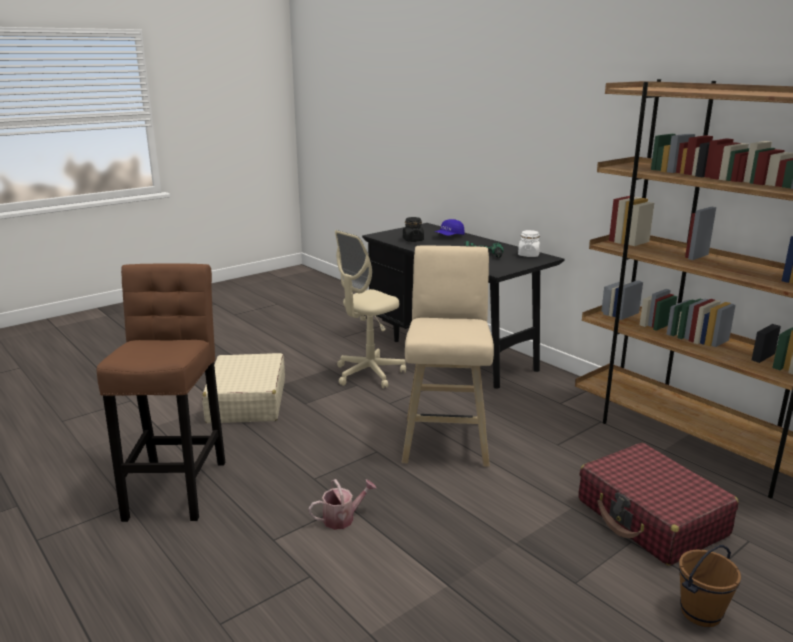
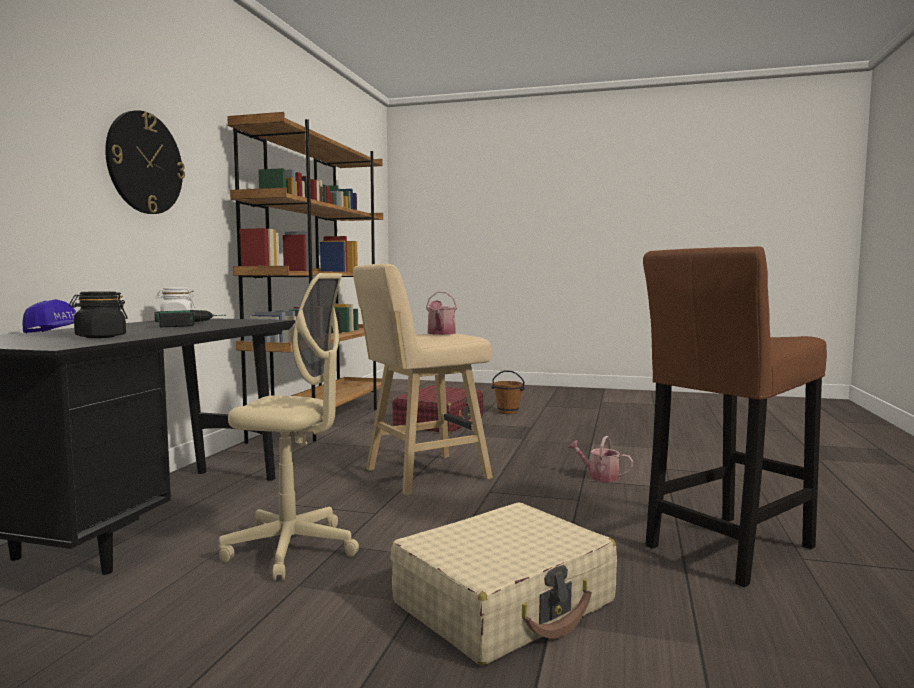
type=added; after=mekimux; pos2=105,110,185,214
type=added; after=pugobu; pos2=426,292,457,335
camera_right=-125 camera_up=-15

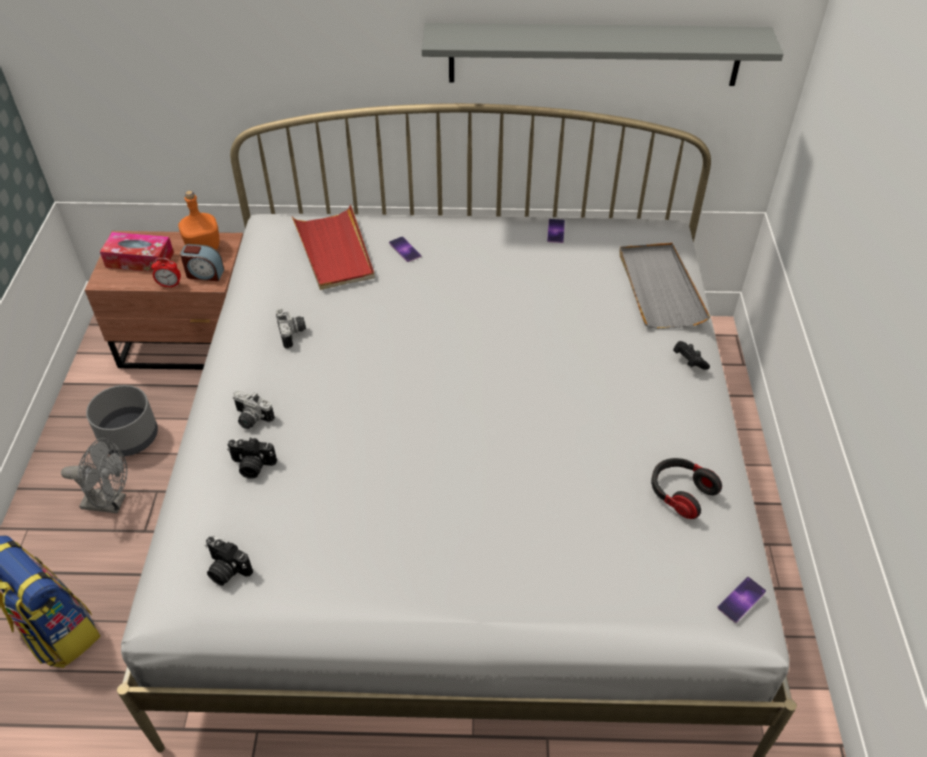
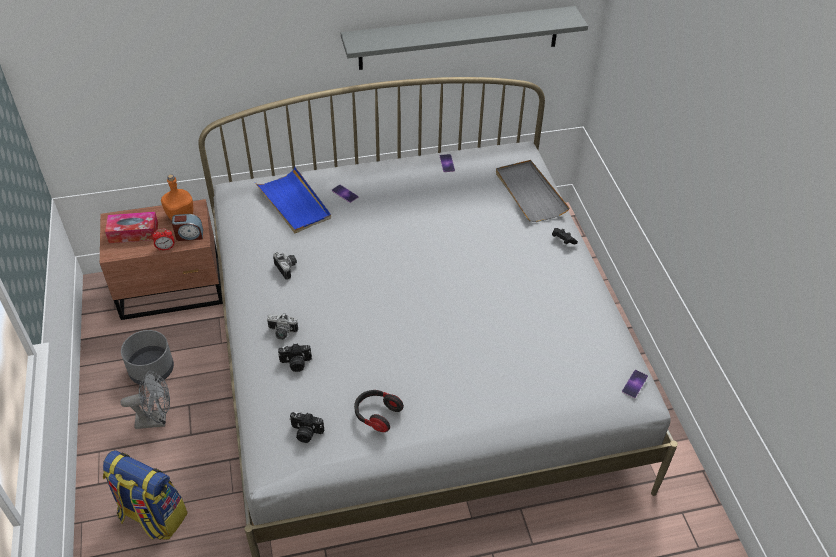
type=recoloured; before=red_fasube; after=blue_fasube; pos1=292,205,375,290; pos2=255,167,331,233
type=moved; before=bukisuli; pos1=651,458,722,519; pos2=354,390,404,432
camera_right=-15 camera_up=0

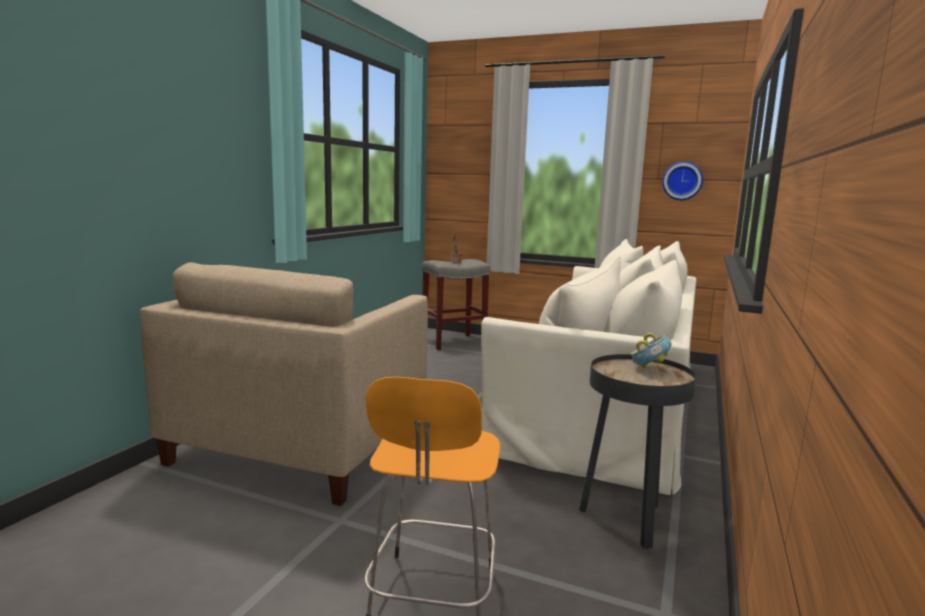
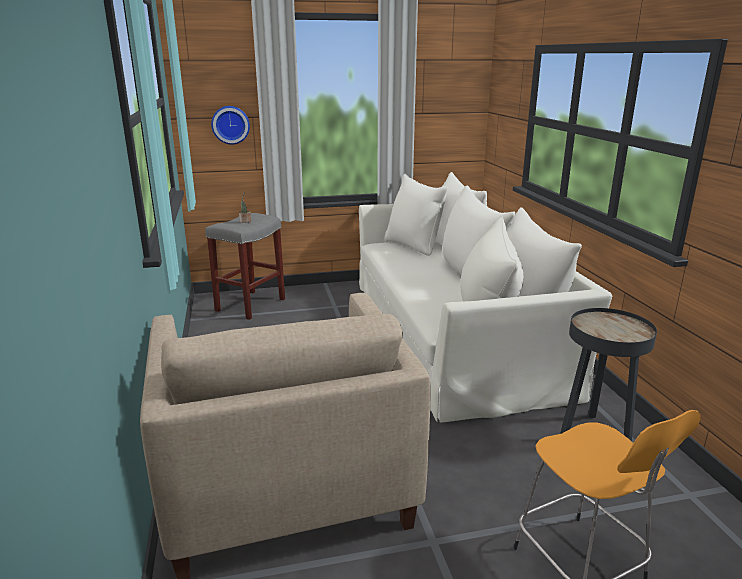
type=removed; before=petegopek; pos1=631,333,672,368
type=moved; before=mekimux; pos1=662,161,703,200; pos2=211,106,250,145
camera_right=-35 camera_up=10

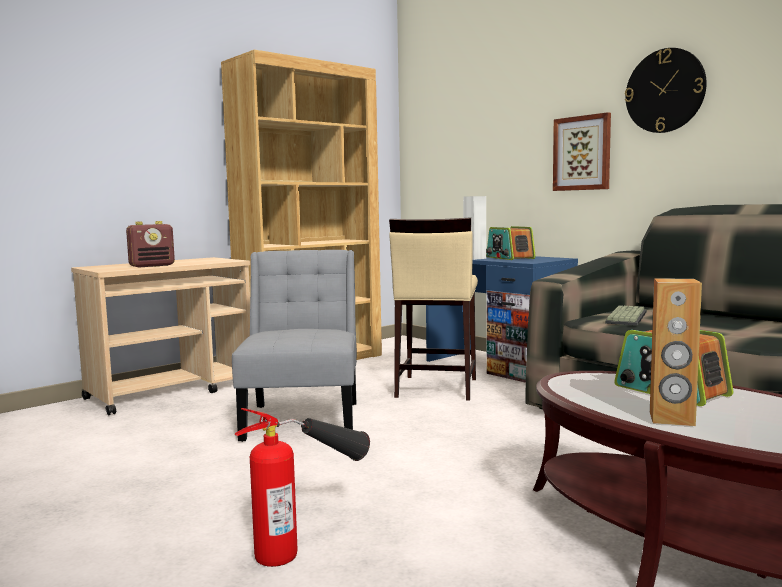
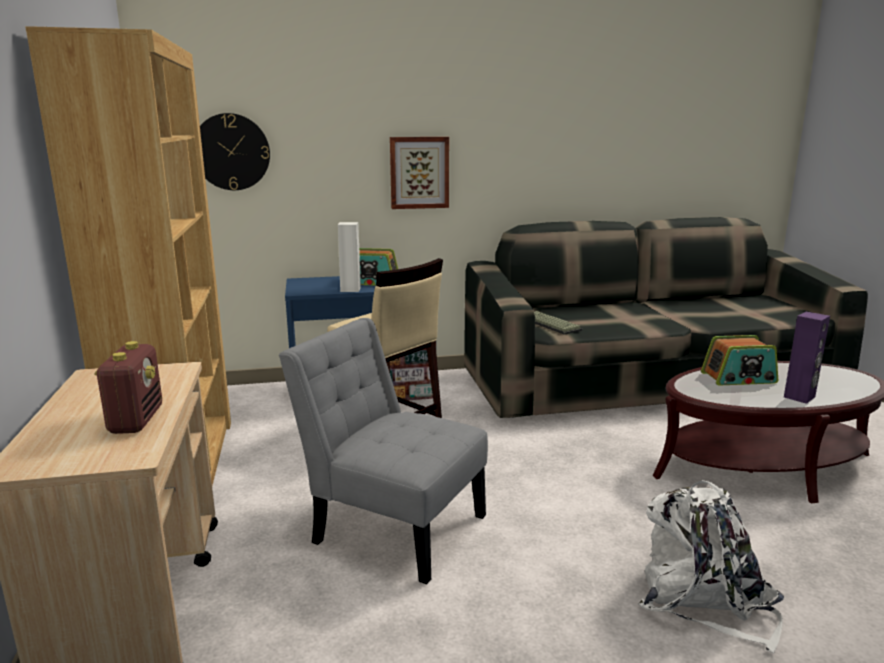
type=replaced; before=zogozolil; after=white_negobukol; pos1=235,408,370,567; pos2=638,480,784,653
type=moved; before=mekimux; pos1=625,48,707,133; pos2=200,113,270,190
type=recoloured; before=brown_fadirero; after=purple_fadirero; pos1=650,278,702,426; pos2=784,312,830,404
camera_right=-60 camera_up=10

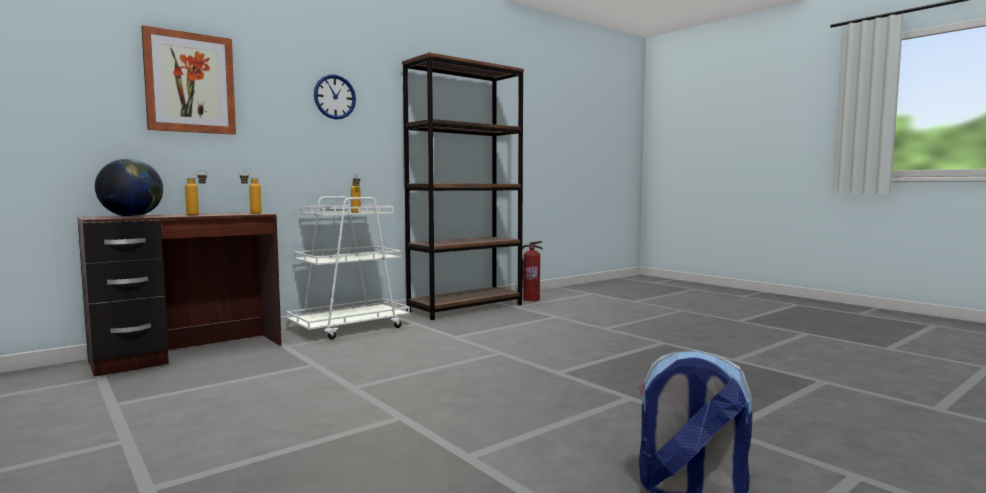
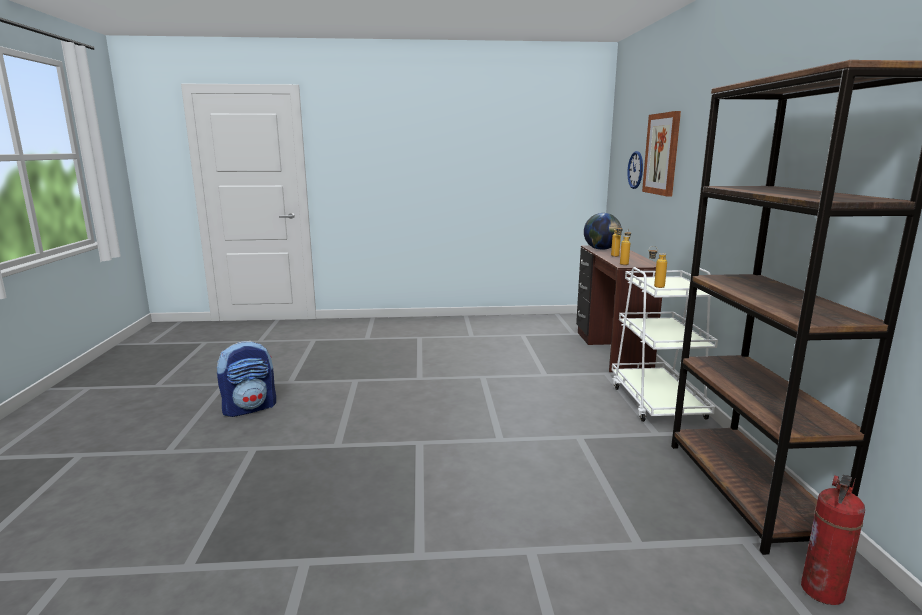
type=moved; before=mekimux; pos1=314,75,356,119; pos2=627,151,643,189
camera_right=125 camera_up=10

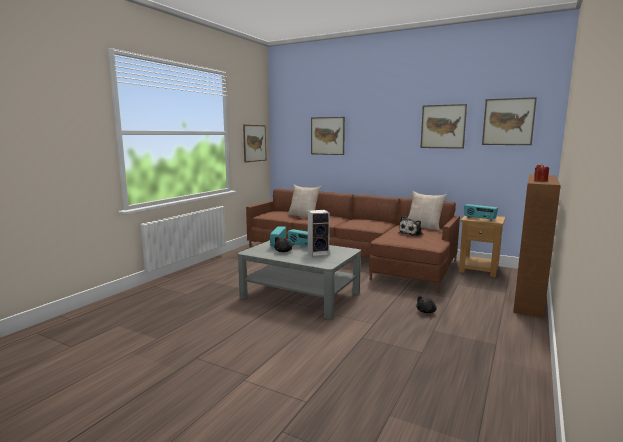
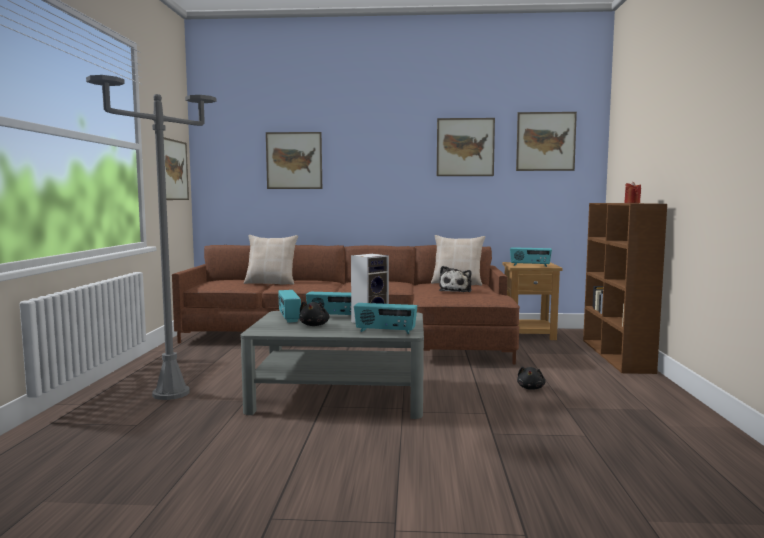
type=added; after=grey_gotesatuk; pos2=86,75,216,400
type=added; after=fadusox; pos2=354,303,417,334
camera_right=-25 camera_up=-5

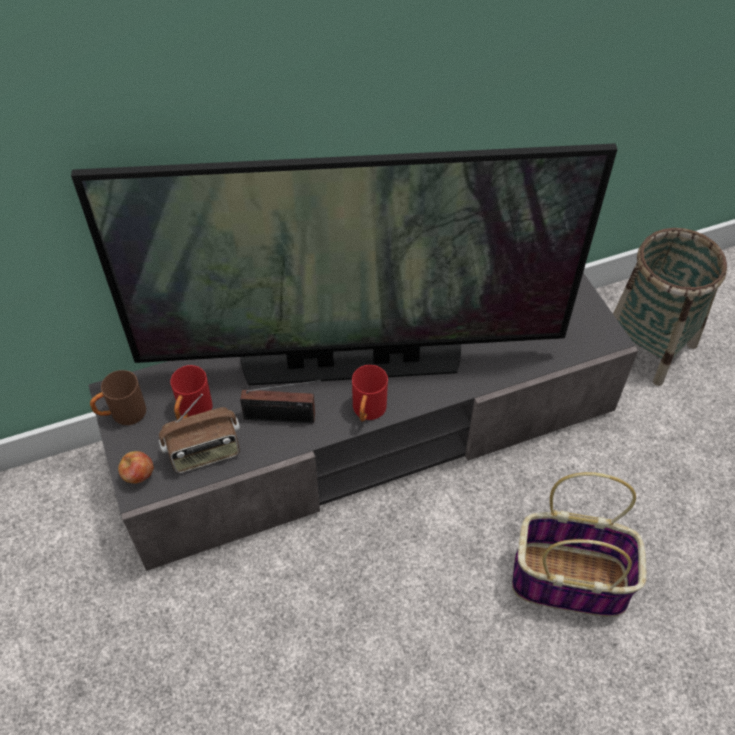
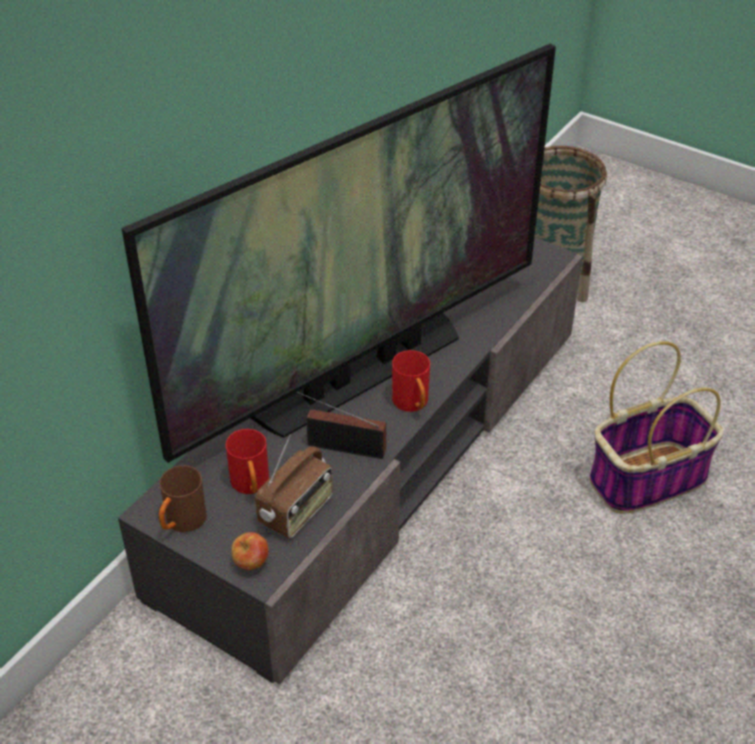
type=turned; before=fadusox; pos1=240,380,321,424; pos2=297,392,386,459; turn=-135
camera_right=-35 camera_up=-10

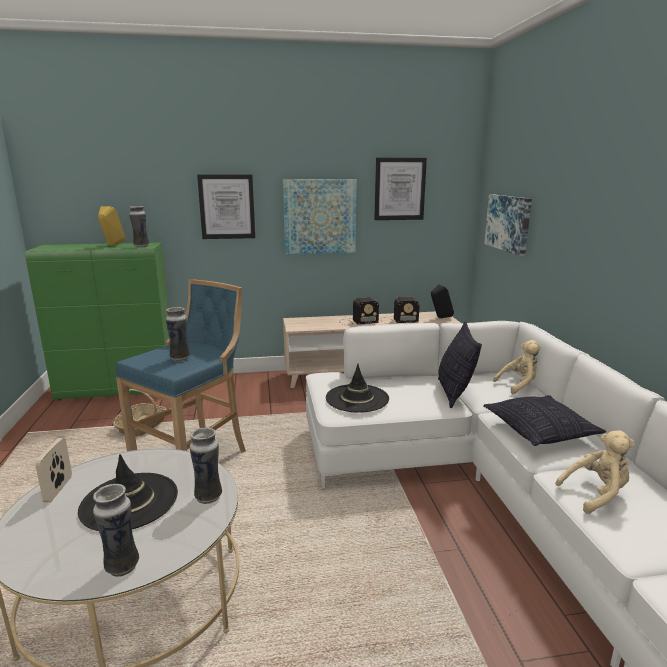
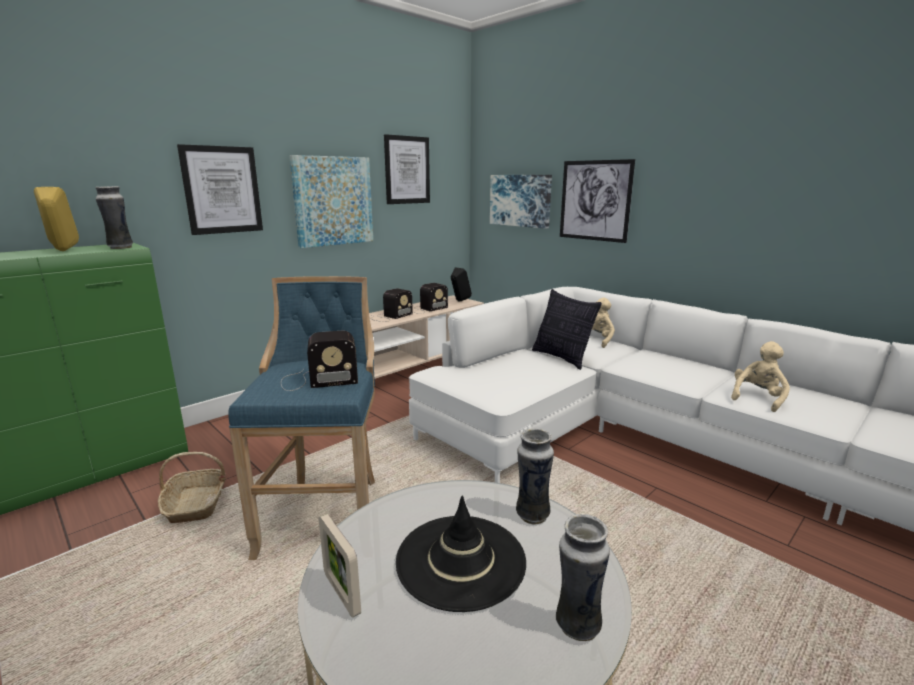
type=replaced; before=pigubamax; after=fadusox; pos1=166,307,190,362; pos2=281,331,358,391
type=removed; before=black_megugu; pos1=326,364,389,413
type=removed; before=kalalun; pos1=483,395,606,446
type=added; after=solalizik; pos2=560,159,635,243
camera_right=-35 camera_up=0

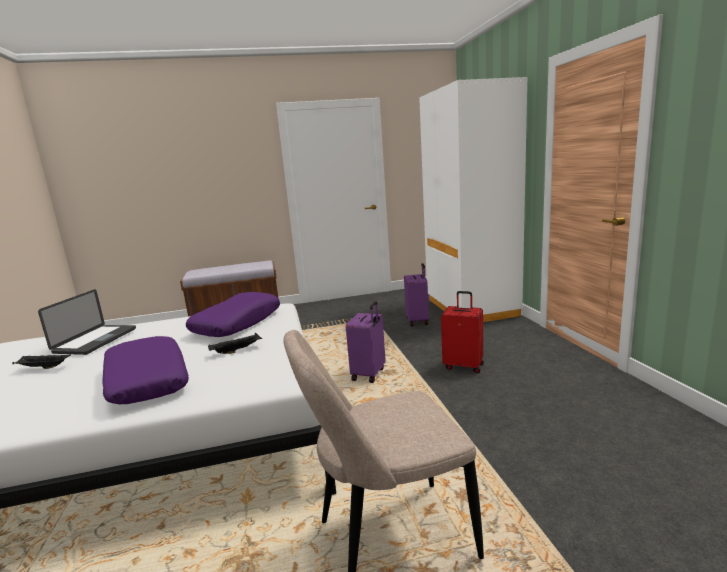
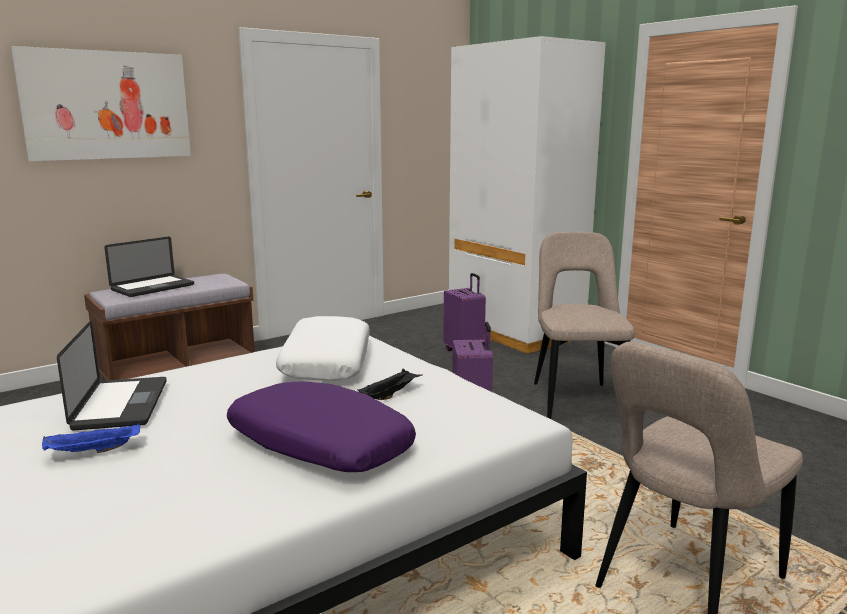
type=recoloured; before=black_fasube; after=blue_fasube; pos1=12,354,71,369; pos2=42,423,140,453
type=recoloured; before=purple_kalalun; after=white_kalalun; pos1=186,292,280,337; pos2=276,316,370,381
type=replaced; before=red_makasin; after=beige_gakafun; pos1=441,291,484,373; pos2=534,232,635,419
type=added; after=solalizik; pos2=11,46,191,161
type=added; after=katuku; pos2=104,237,194,297
camera_right=-25 camera_up=0

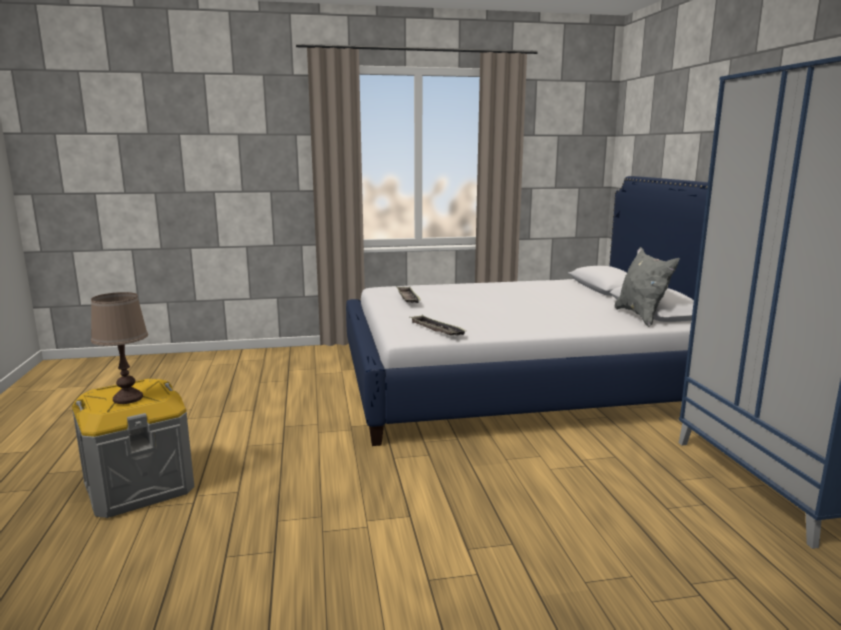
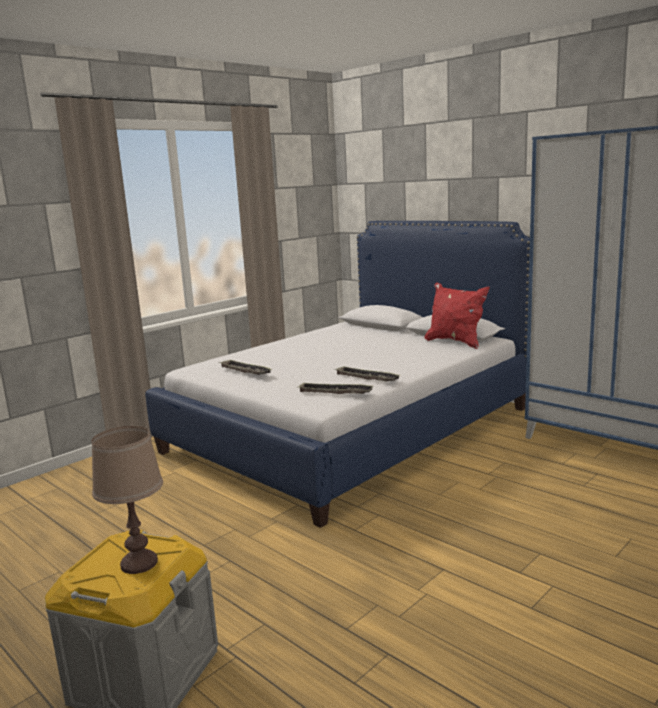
type=recoloured; before=grey_kalalun; after=red_kalalun; pos1=614,247,680,327; pos2=424,282,490,349
type=added; after=fasube; pos2=334,366,401,382
camera_right=-35 camera_up=0

